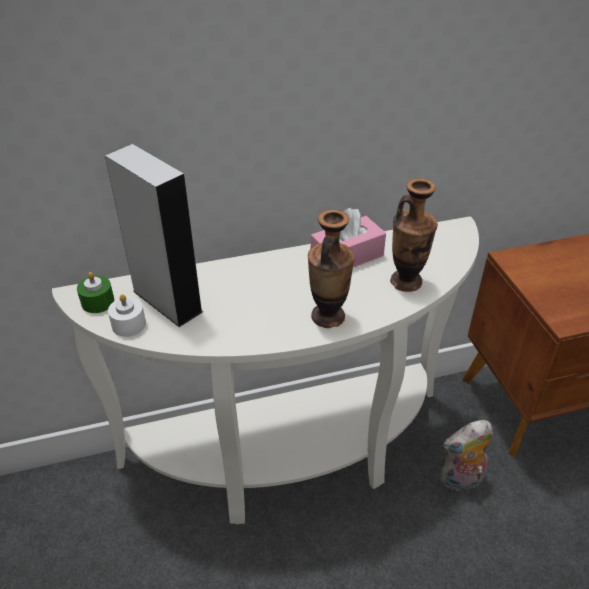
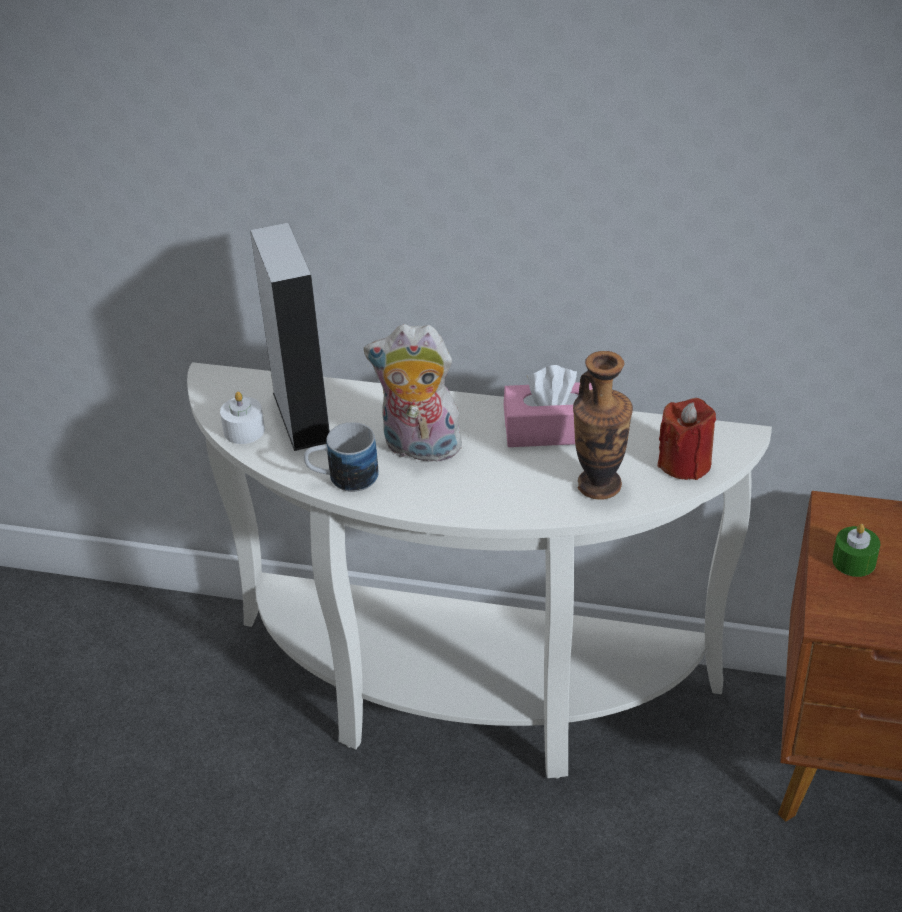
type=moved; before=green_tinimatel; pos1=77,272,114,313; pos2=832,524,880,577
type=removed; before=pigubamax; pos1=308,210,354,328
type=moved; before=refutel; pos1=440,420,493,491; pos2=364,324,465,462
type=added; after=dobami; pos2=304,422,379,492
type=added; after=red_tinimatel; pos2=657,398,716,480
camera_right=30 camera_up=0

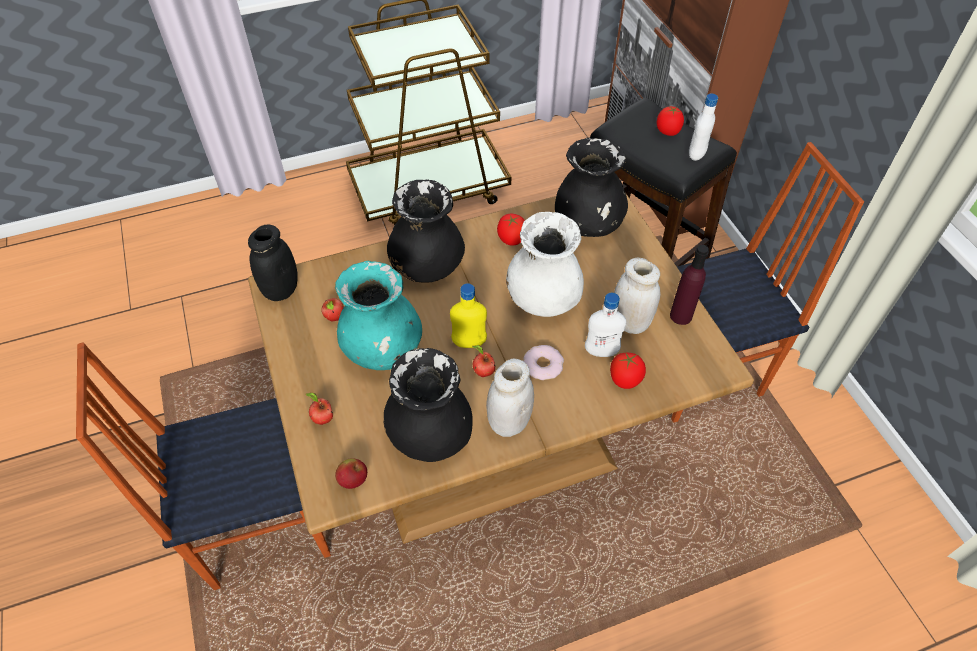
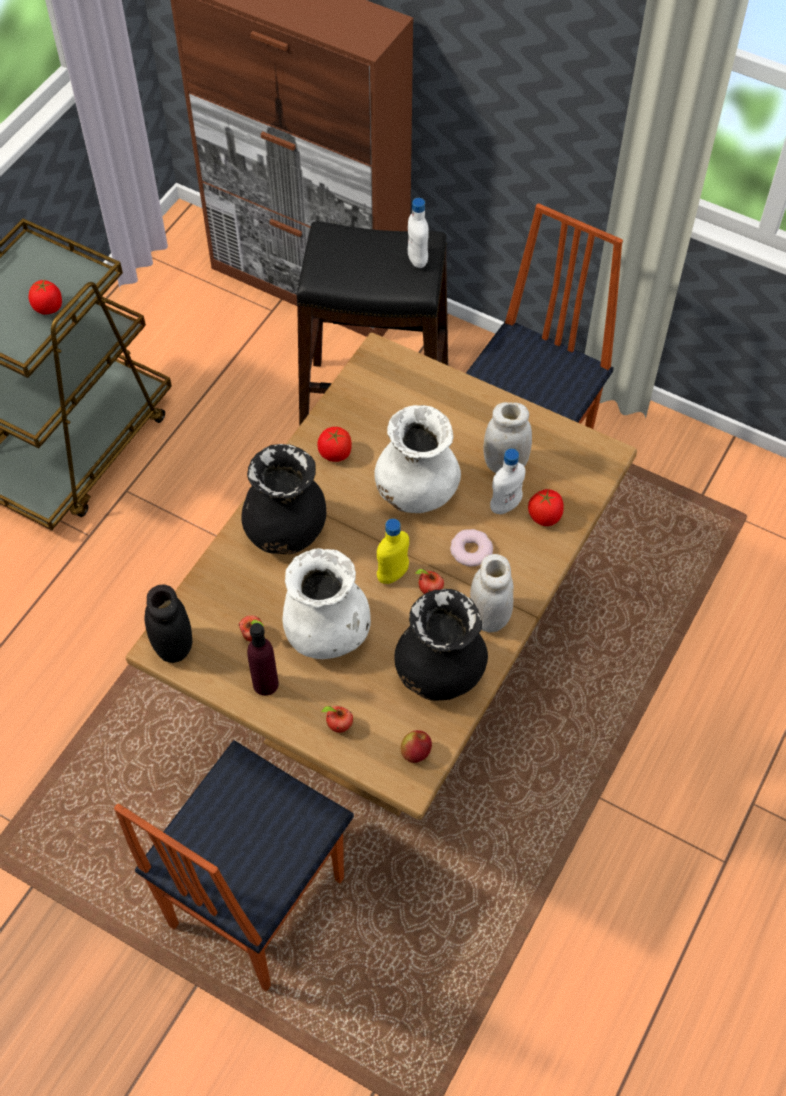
type=recoloured; before=turquoise_pigubamax; after=white_pigubamax; pos1=335,261,422,370; pos2=283,548,371,659
type=removed; before=black_pigubamax; pos1=555,138,628,237
type=moved; before=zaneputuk; pos1=657,106,684,136; pos2=28,279,62,315
type=moved; before=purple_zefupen; pos1=670,245,709,325; pos2=247,623,279,696
camera_right=-40 camera_up=5

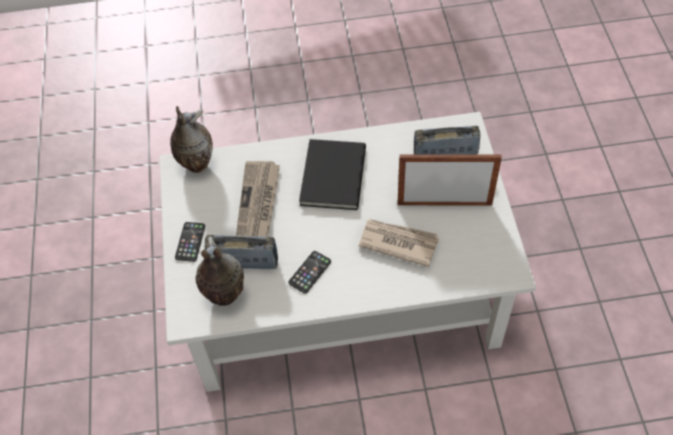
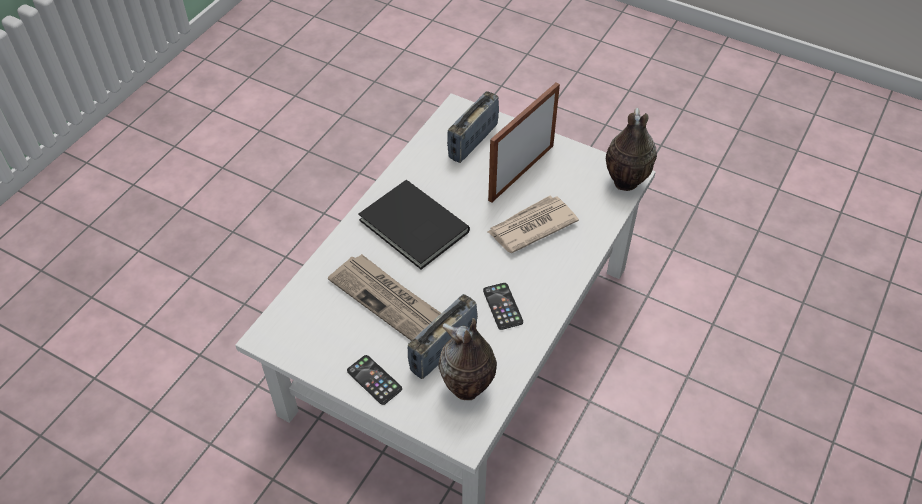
type=moved; before=pigubamax; pos1=170,106,213,173; pos2=606,108,657,191
camera_right=-55 camera_up=-5

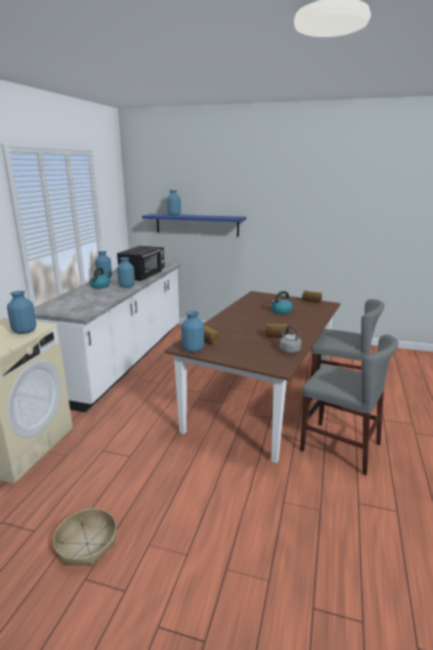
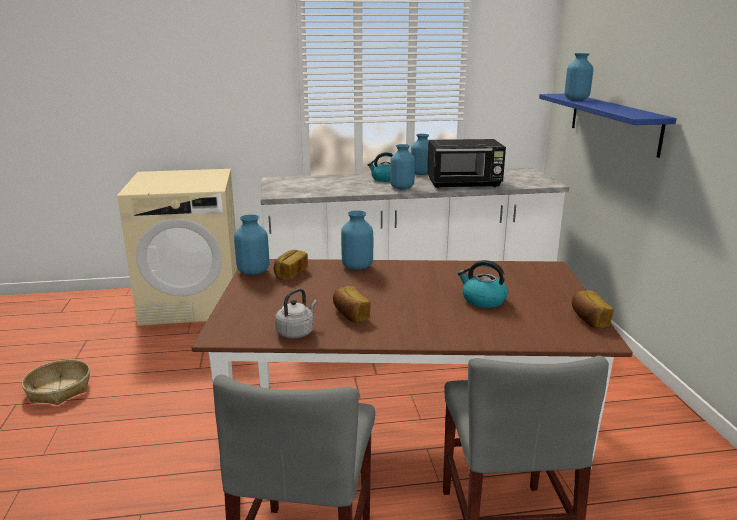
type=moved; before=blue_pigubamax; pos1=7,291,36,334; pos2=341,210,373,270
camera_right=65 camera_up=0

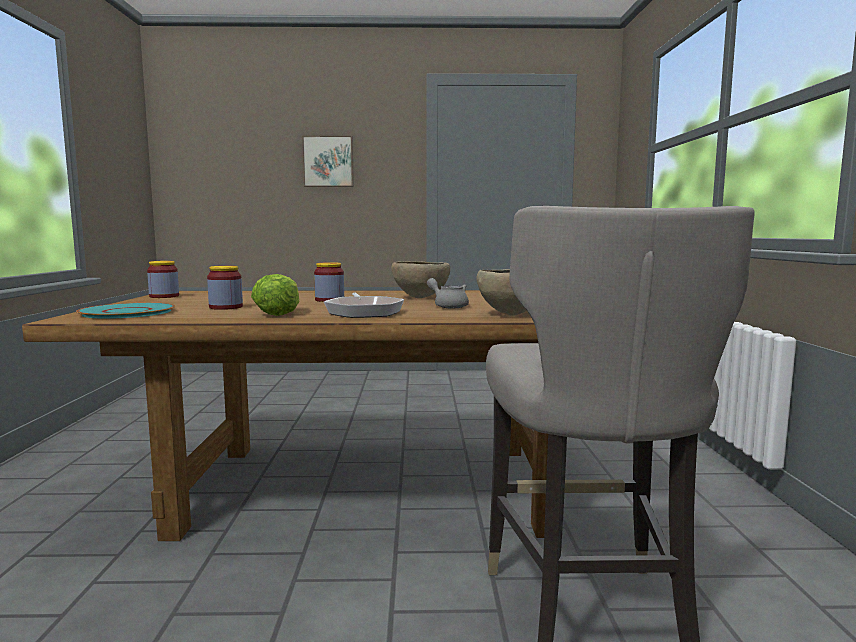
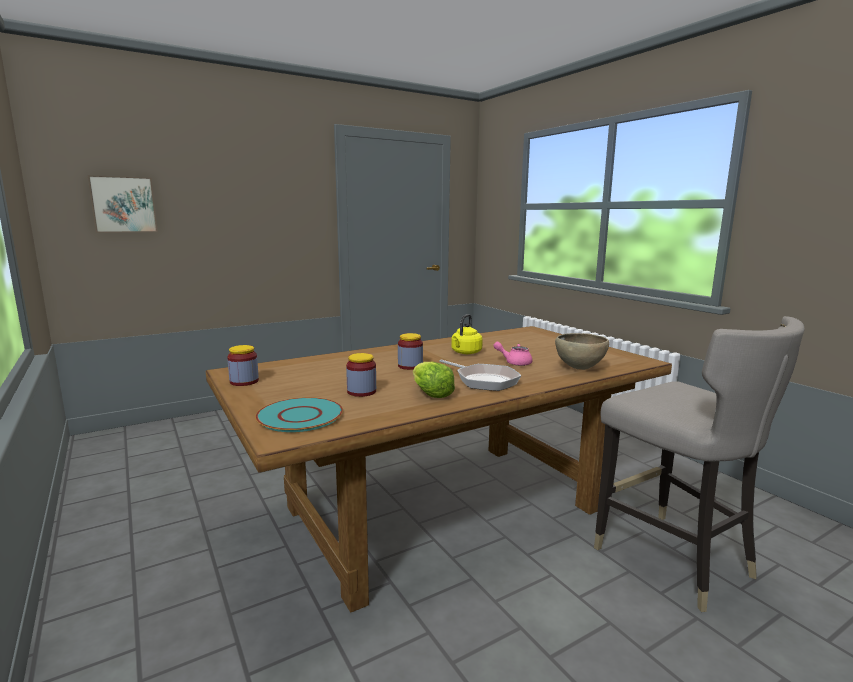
type=moved; before=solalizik; pos1=302,136,354,187; pos2=88,175,158,233
type=replaced; before=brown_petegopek; after=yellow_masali; pos1=392,261,450,298; pos2=451,314,483,354
type=recoloured; before=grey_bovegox; after=pink_bovegox; pos1=427,278,469,308; pos2=493,342,532,366
camera_right=-30 camera_up=5

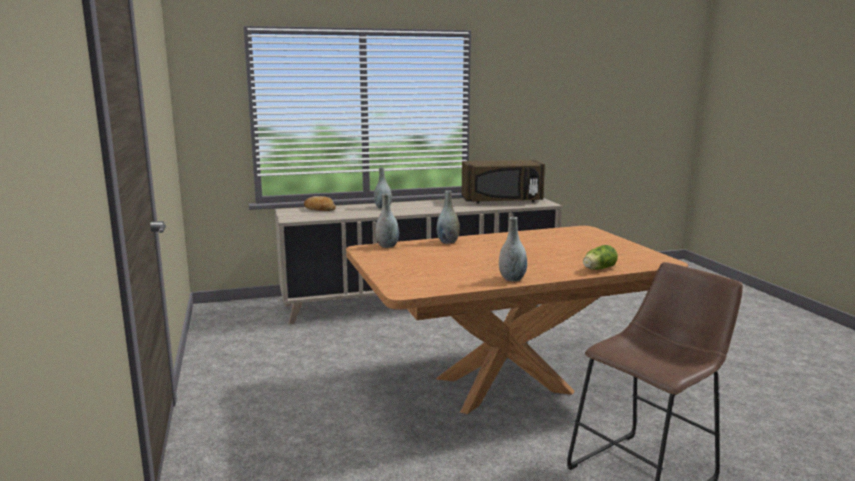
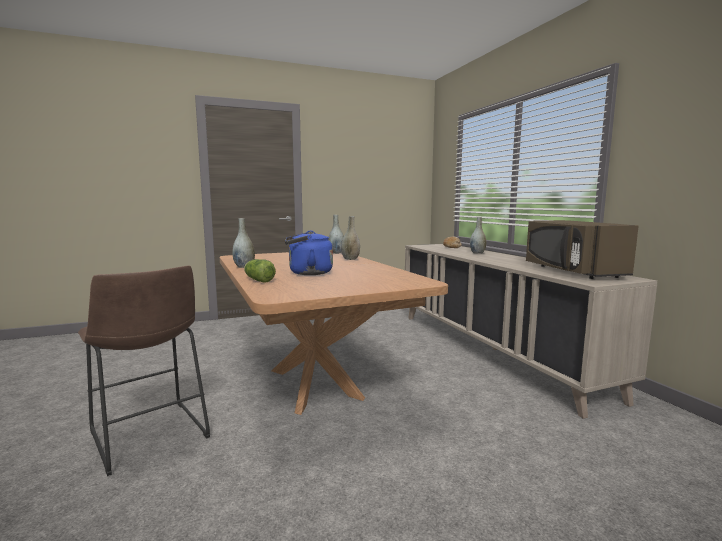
type=added; after=blue_masali; pos2=285,231,333,275
camera_right=85 camera_up=-5

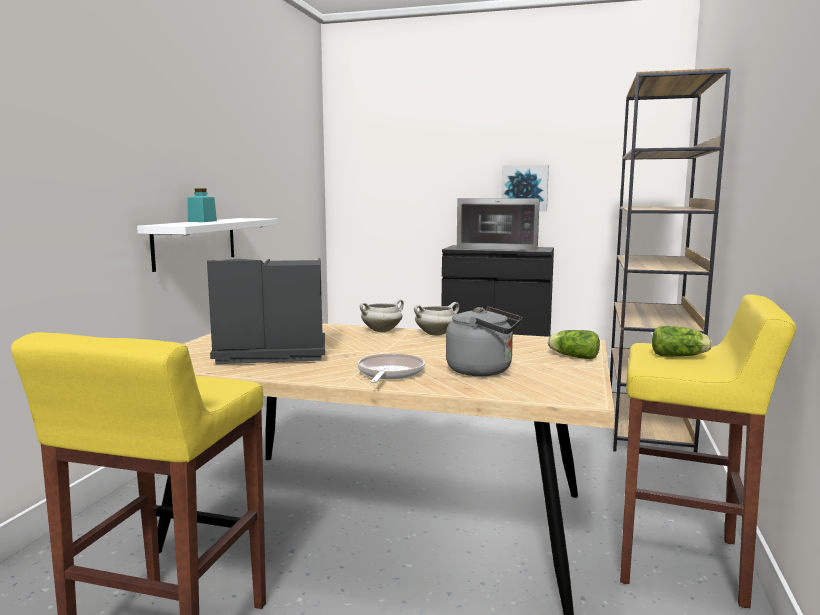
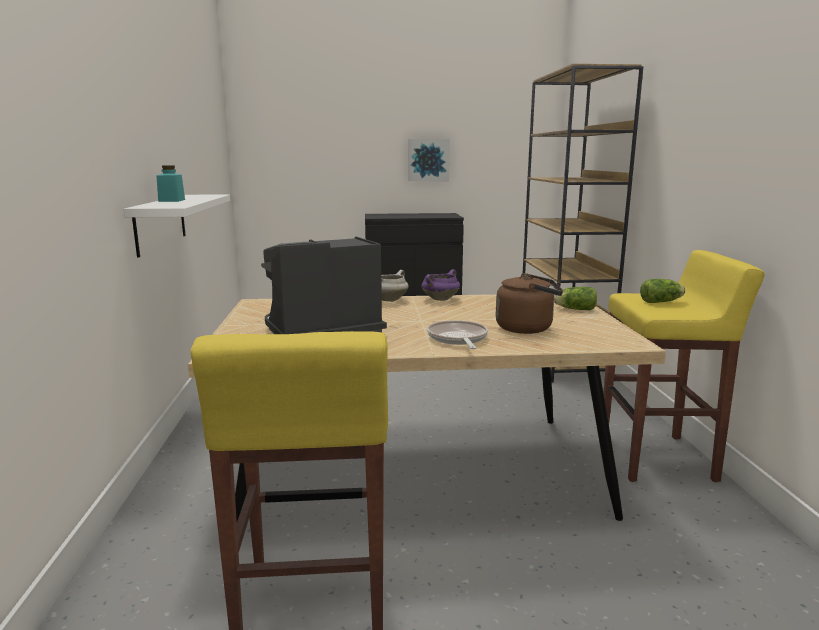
type=recoloured; before=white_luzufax; after=purple_luzufax; pos1=414,302,459,336; pos2=422,269,460,301
type=recoloured; before=grey_masali; after=brown_masali; pos1=446,307,522,376; pos2=496,273,563,334
type=removed; before=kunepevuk; pos1=457,198,540,251
camera_right=-20 camera_up=5

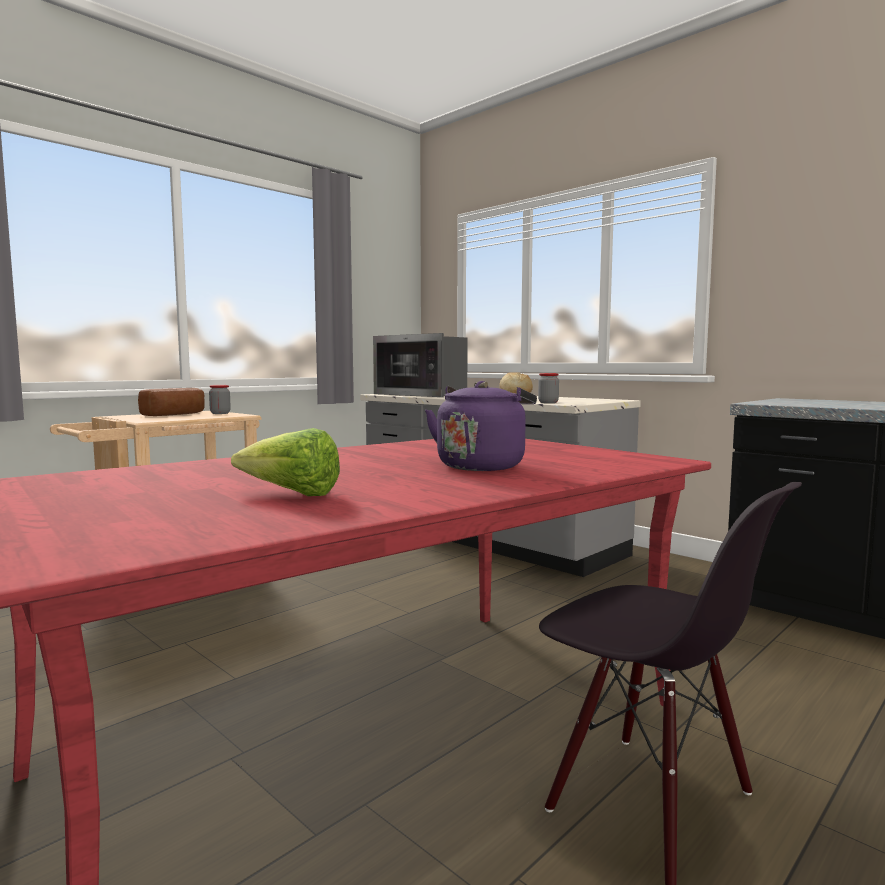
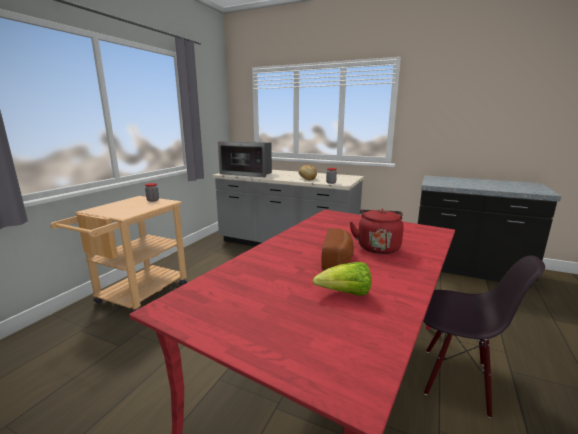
type=moved; before=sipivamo; pos1=138,388,205,416; pos2=321,228,354,270
type=recoloured; before=purple_masali; after=red_masali; pos1=425,381,537,471; pos2=350,209,404,254
camera_right=-20 camera_up=10

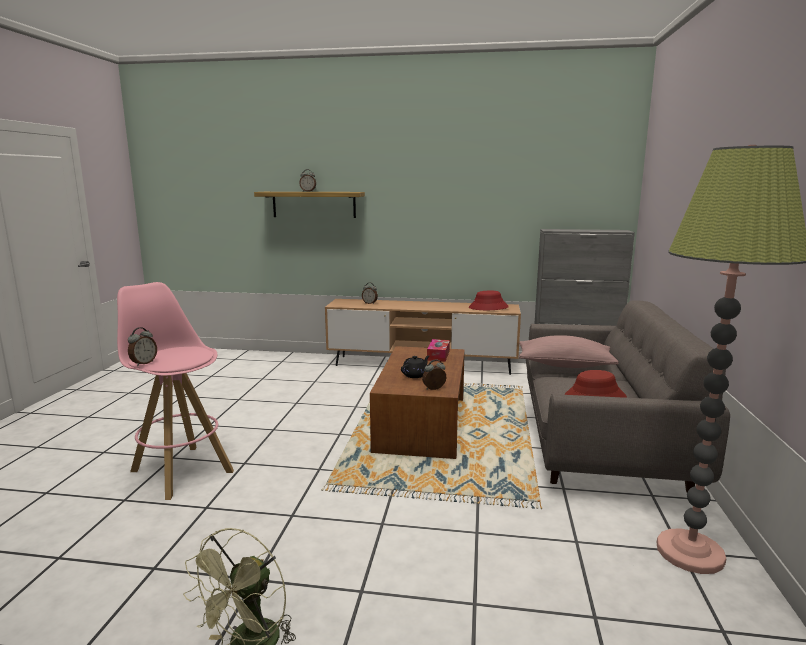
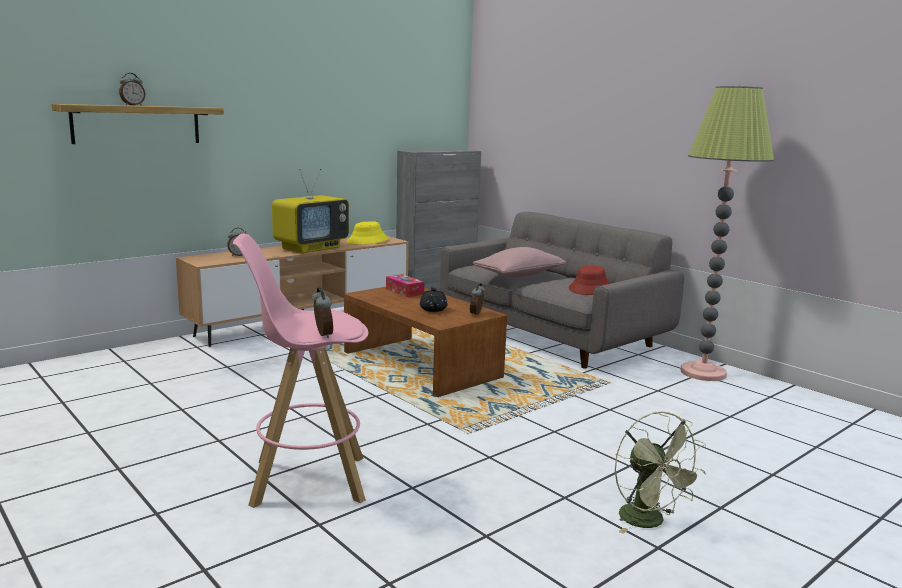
type=recoloured; before=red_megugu; after=yellow_megugu; pos1=469,291,509,310; pos2=347,221,388,244
type=added; after=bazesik; pos2=272,168,349,253
camera_right=-50 camera_up=0

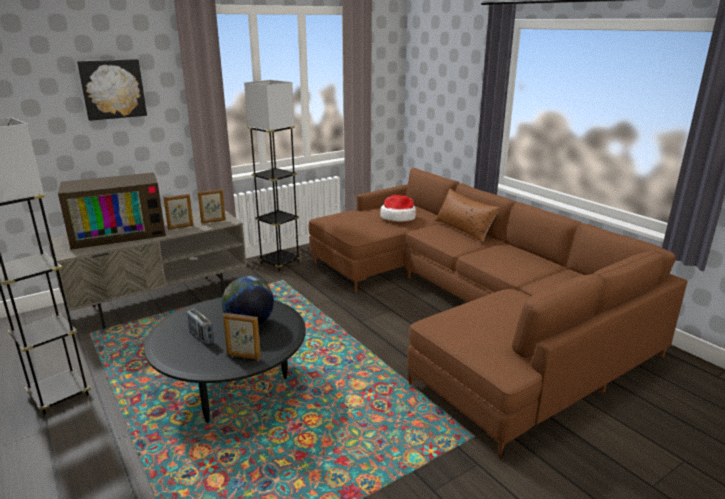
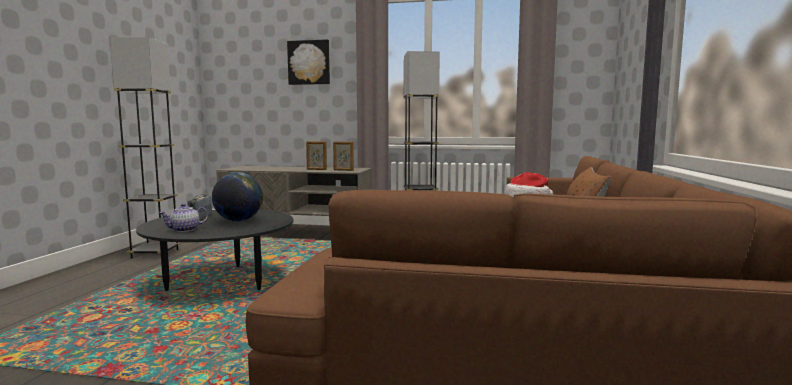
type=removed; before=bazesik; pos1=58,172,166,250
type=replaced; before=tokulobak; after=bovegox; pos1=223,313,261,360; pos2=159,204,208,232
camera_right=45 camera_up=-15

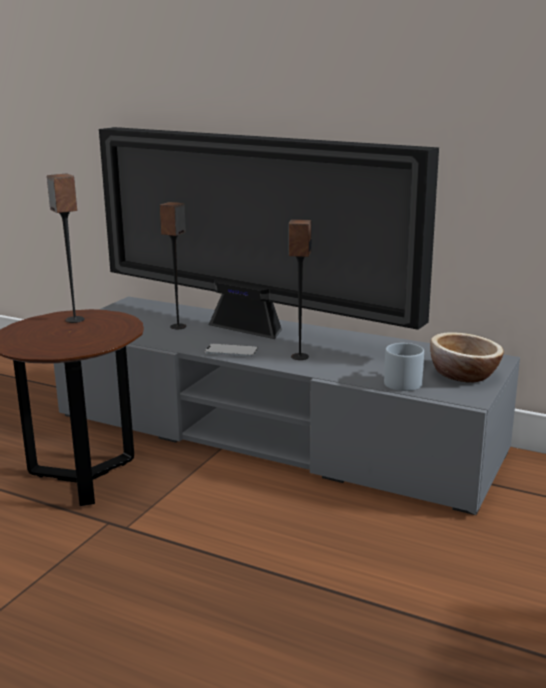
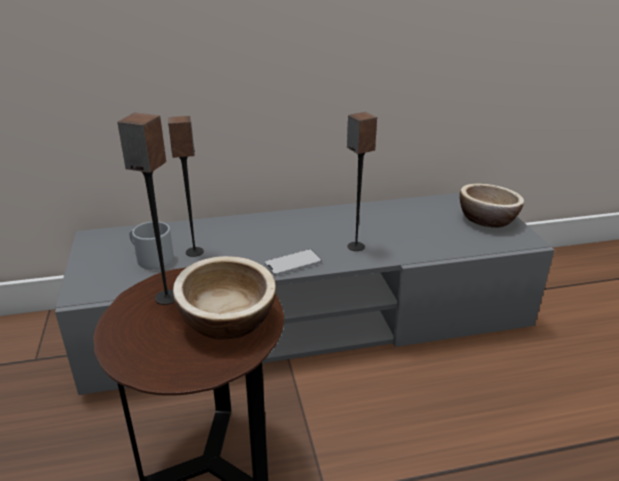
type=removed; before=bazesik; pos1=99,127,439,339
type=moved; before=grey_dobami; pos1=384,343,424,391; pos2=129,222,174,269
type=added; after=petegopek; pos2=173,256,276,340
camera_right=-40 camera_up=10

